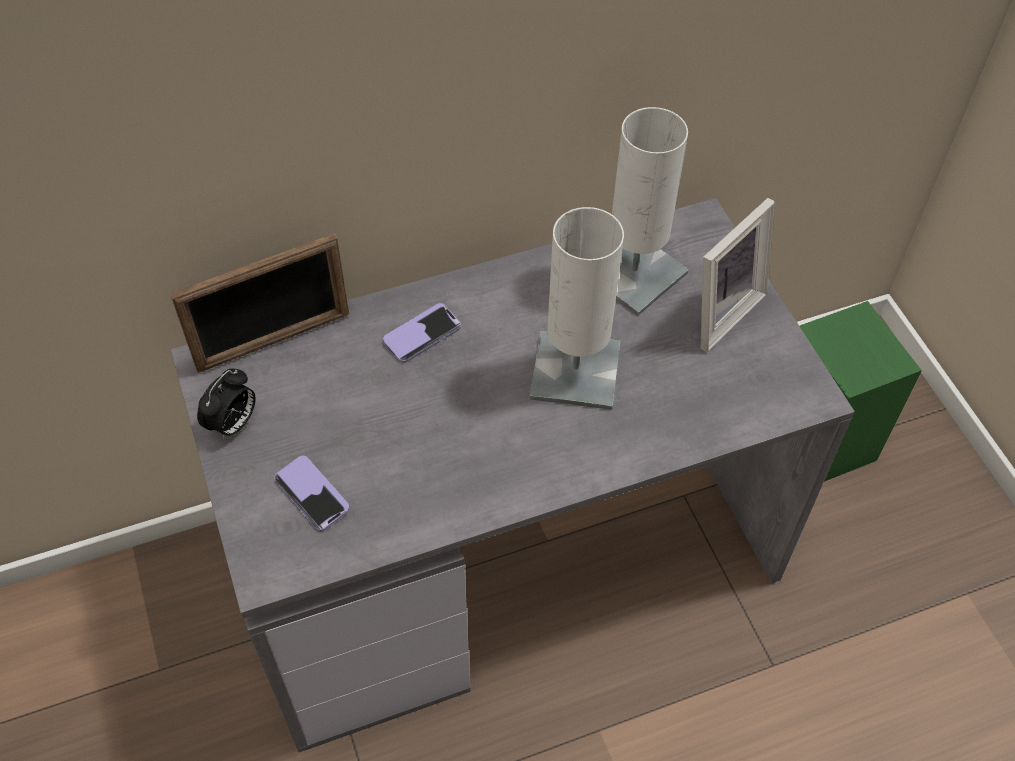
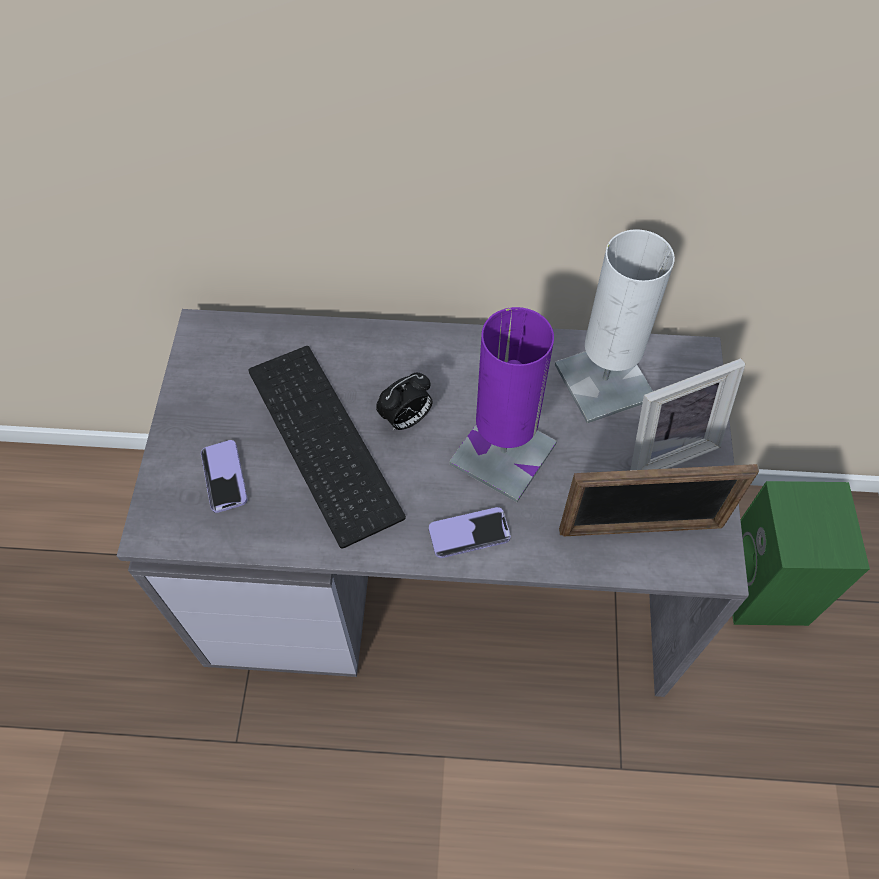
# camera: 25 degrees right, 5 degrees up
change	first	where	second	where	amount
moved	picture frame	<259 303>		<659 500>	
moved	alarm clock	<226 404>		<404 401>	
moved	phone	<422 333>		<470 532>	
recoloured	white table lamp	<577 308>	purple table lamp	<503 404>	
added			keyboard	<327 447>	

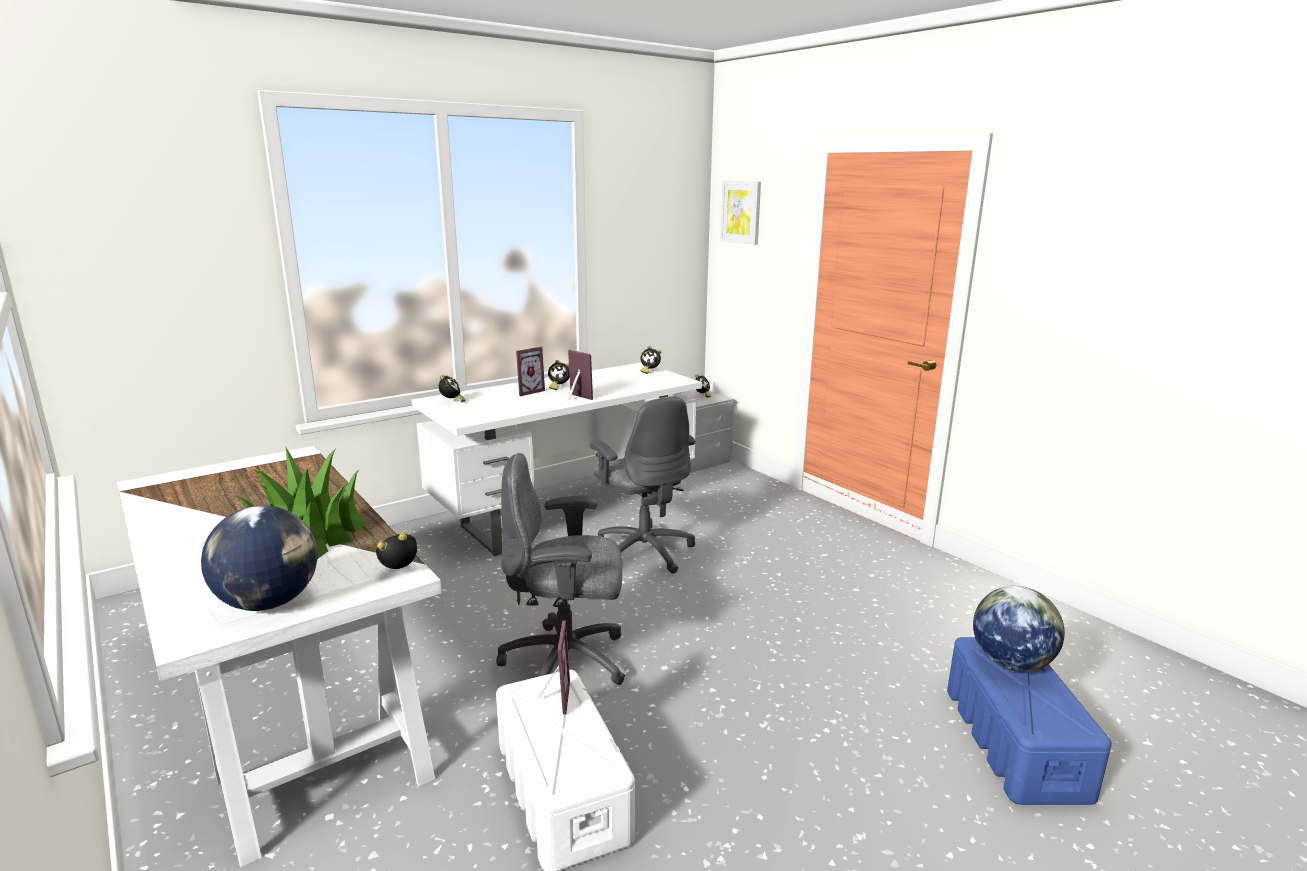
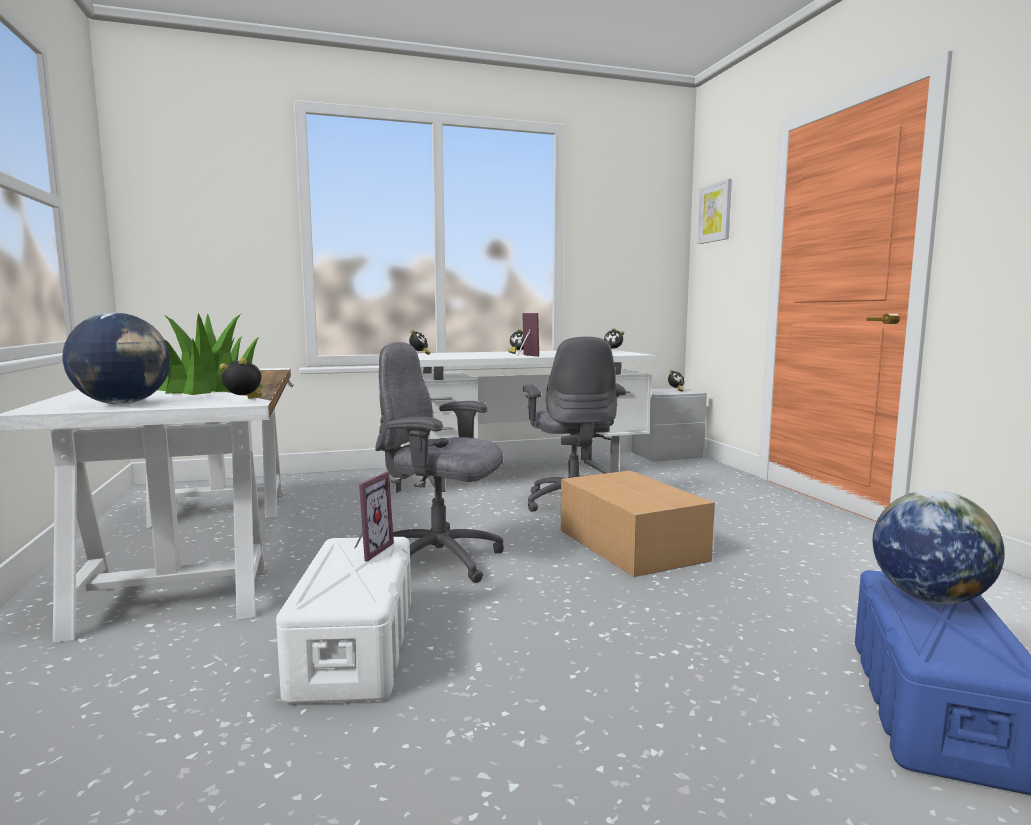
# camera: 20 degrees right, 10 degrees down
change	first	where	second	where	amount
removed	picture frame	<530 371>			
added			cardboard box	<638 523>	

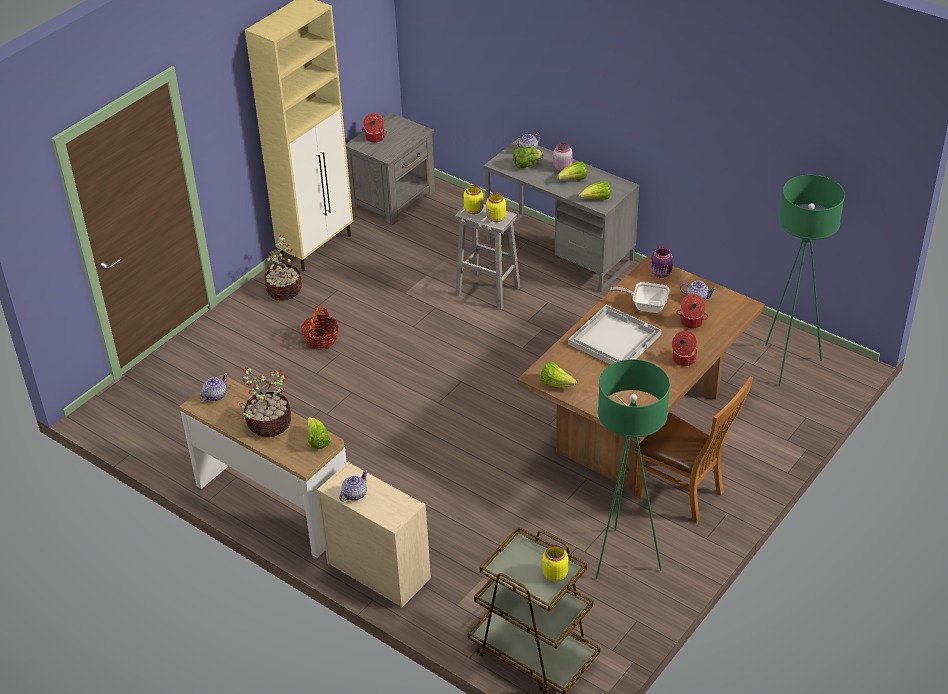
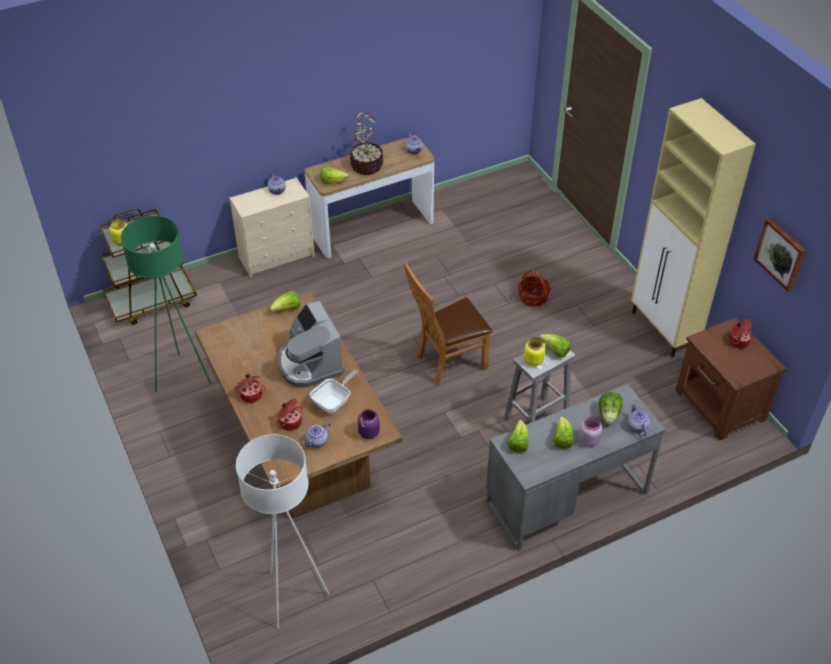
# camera: 115 degrees right, 5 degrees up
change	first	where	second	where	amount
removed	potted plant	<283 268>			
recoloured	grey nightstand	<390 168>	brown nightstand	<730 379>	
replaced	yellow jar	<474 199>	lettuce	<554 346>	
replaced	white tray	<615 335>	coffee machine	<311 344>	
moved	brown chair	<694 450>		<448 323>	
recoloured	green floor lamp	<805 280>	white floor lamp	<282 531>	
added			picture	<780 255>	

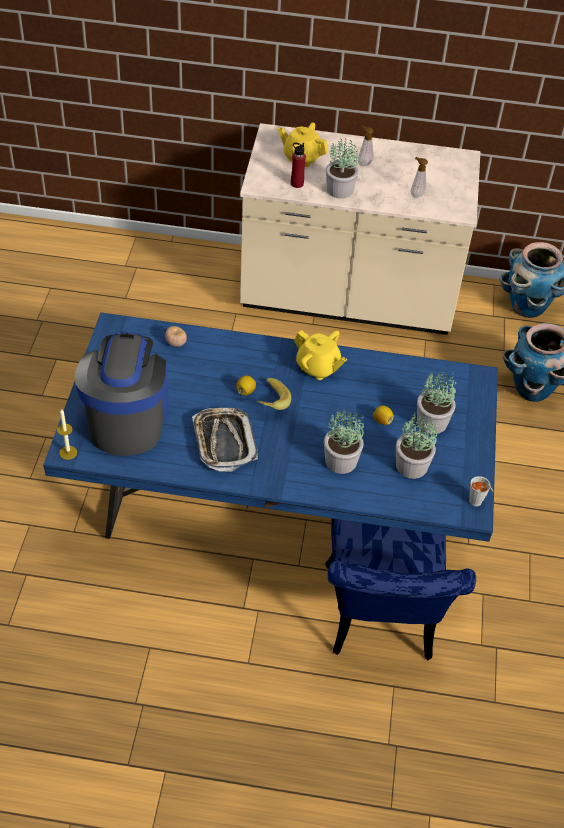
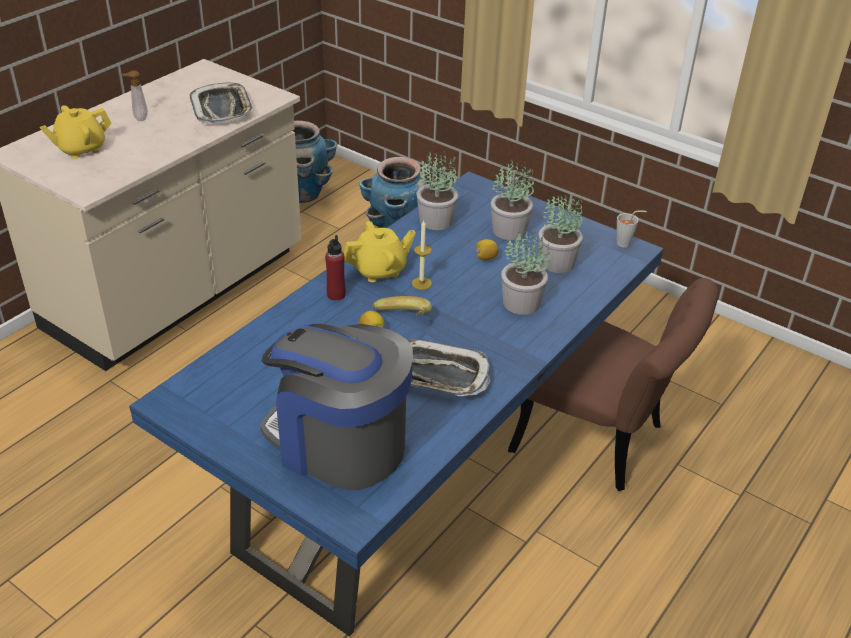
# camera: 60 degrees left, 10 degrees down
change	first	where	second	where	amount
moved	candle	<67 434>		<422 255>	
removed	tomato	<176 336>			
moved	red bottle	<298 165>		<335 268>	
recoloured	blue chair	<400 589>	brown chair	<613 384>	
moved	potted plant	<342 168>		<437 190>	
replaced	soap dispenser	<419 177>	tray	<221 103>	

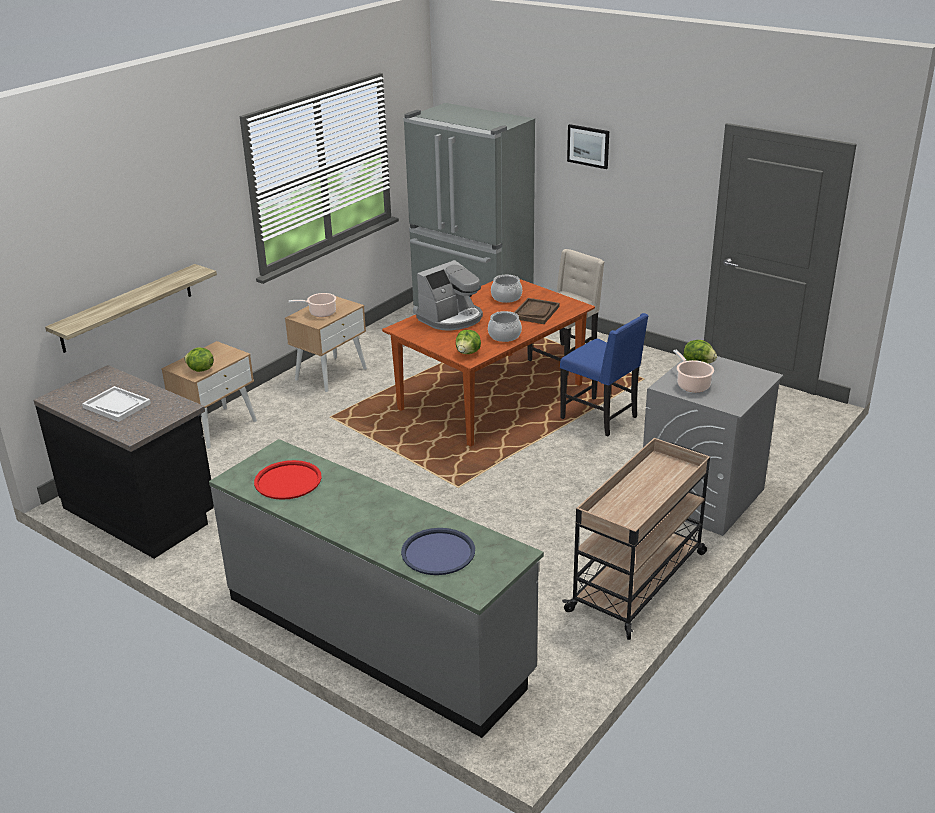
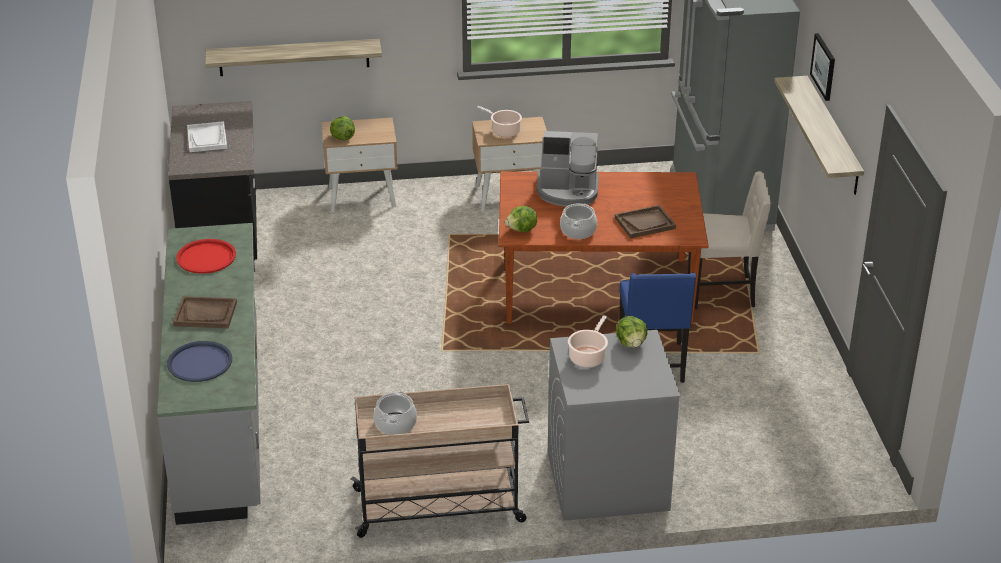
# camera: 45 degrees right, 5 degrees up
change	first	where	second	where	amount
moved	cooking pot	<506 289>		<395 413>	
added			brown tray	<205 312>	
added			shelf	<819 135>	

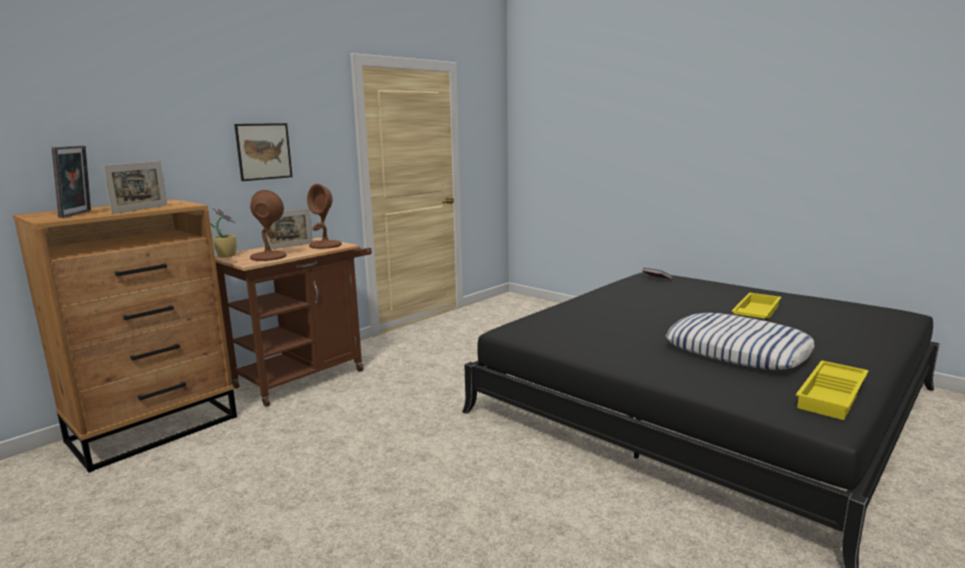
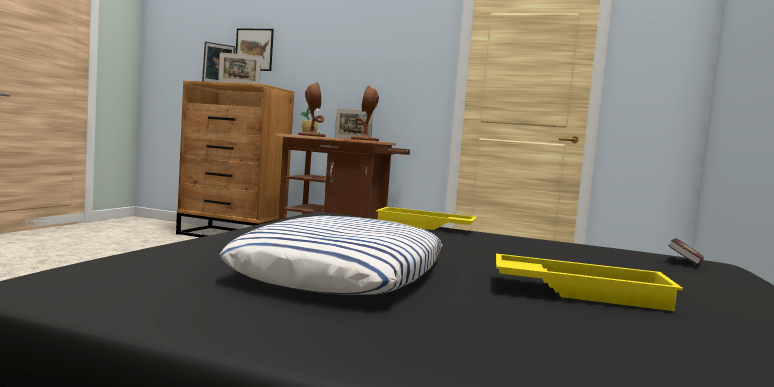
# camera: 65 degrees right, 10 degrees down
change	first	where	second	where	amount
moved	picture	<263 152>		<255 49>	
moved	yellow tray	<832 390>		<426 218>	

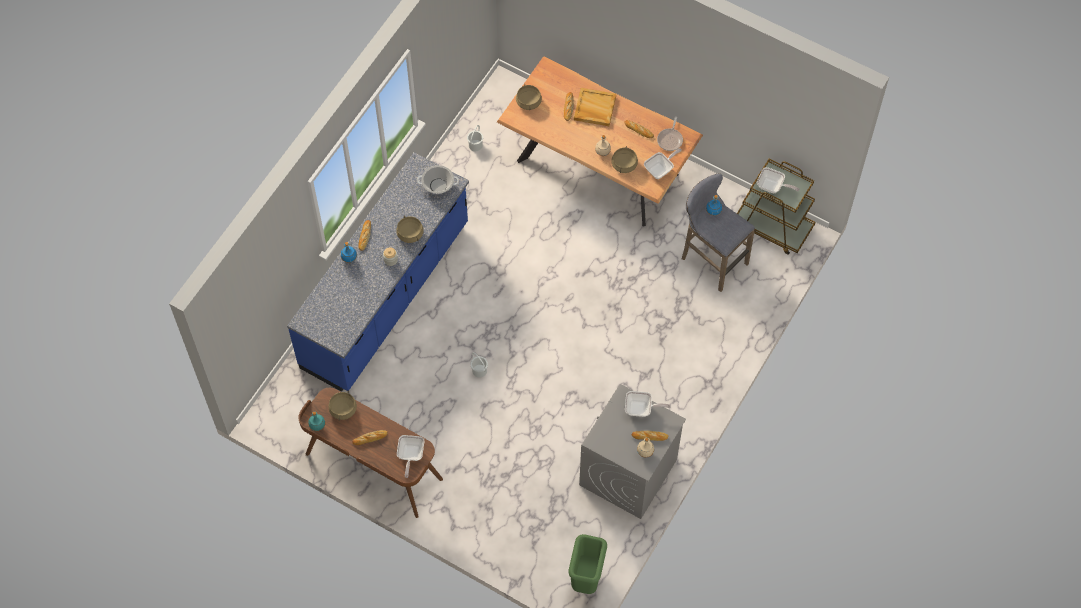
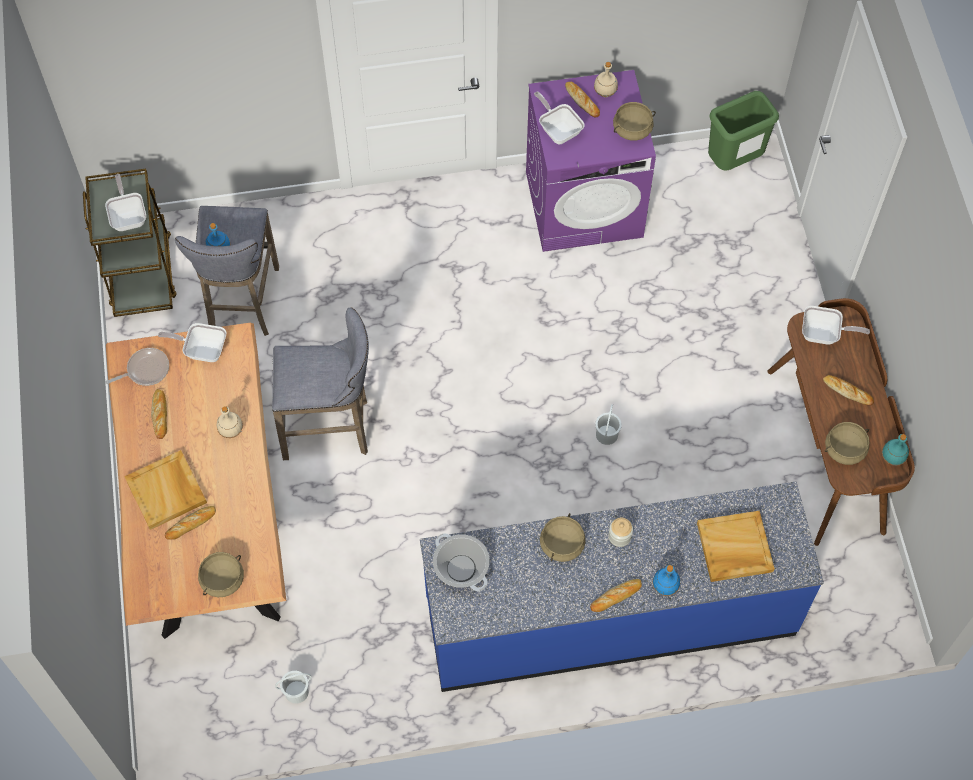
# camera: 130 degrees left, 0 degrees up
change	first	where	second	where	amount
turned	frying pan	<410 456>		<836 325>	45 degrees clockwise
recoloured	grey washing machine	<632 451>	purple washing machine	<591 161>	
moved	beige cooking pot	<624 159>		<634 121>	
added			grey stool	<320 383>	
added			beige tray	<736 546>	

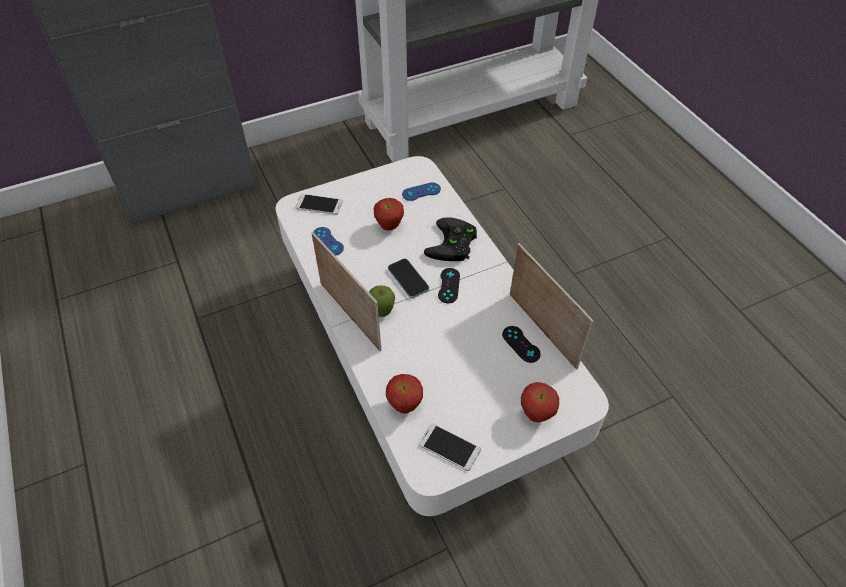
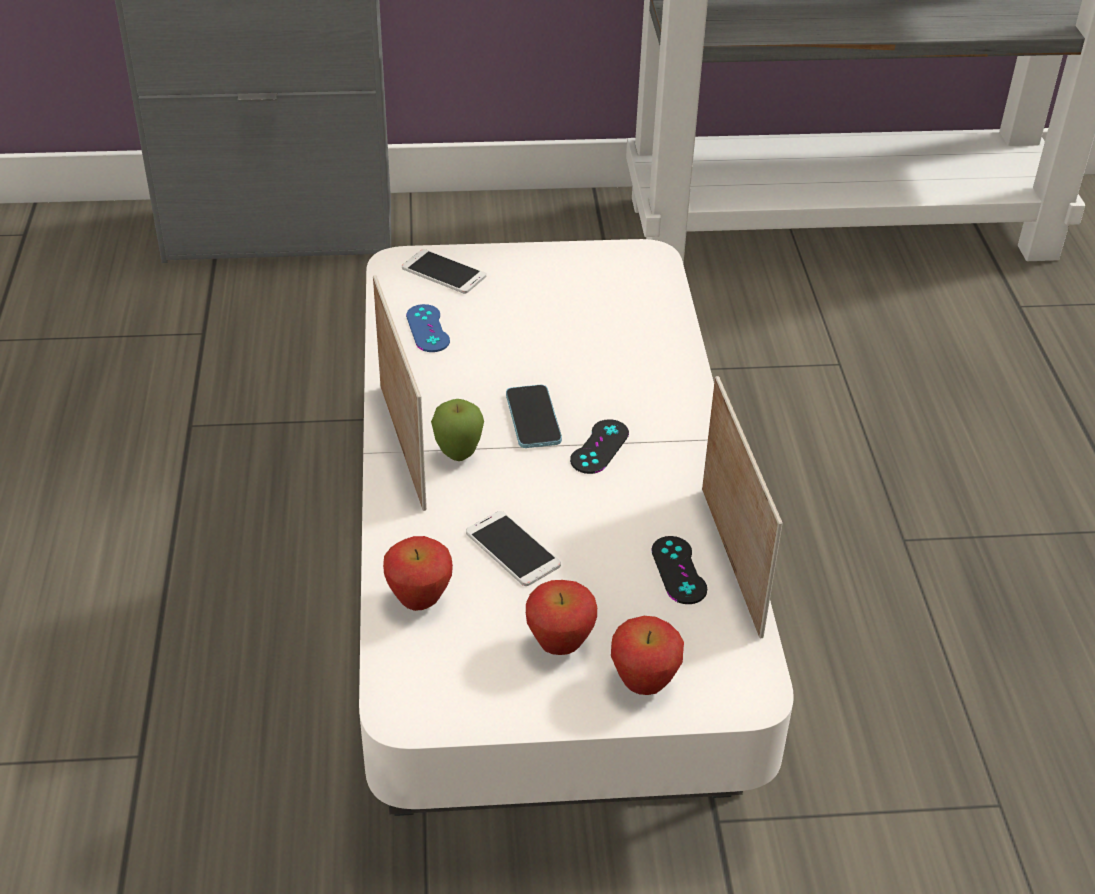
# camera: 20 degrees right, 10 degrees down
change	first	where	second	where	amount
moved	apple	<389 214>		<561 617>	
removed	blue game controller	<421 192>			
moved	phone	<450 447>		<513 548>	
removed	black game controller	<450 239>			

